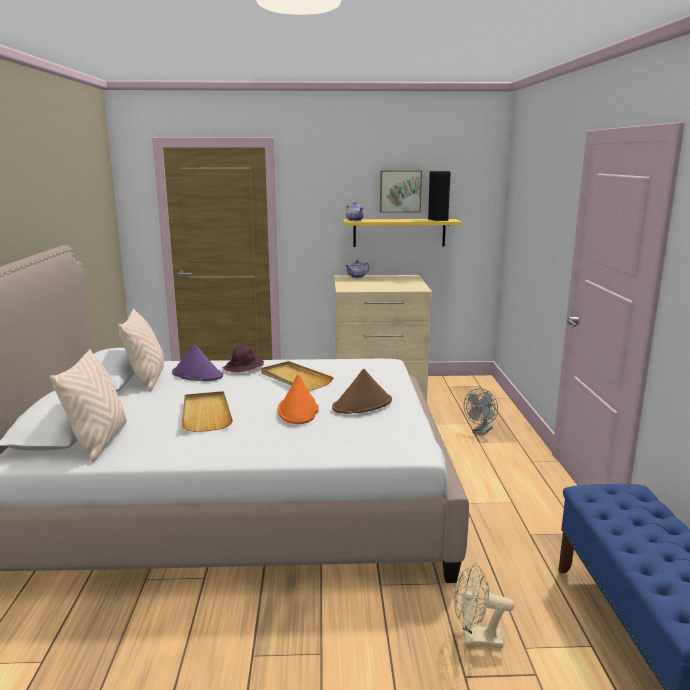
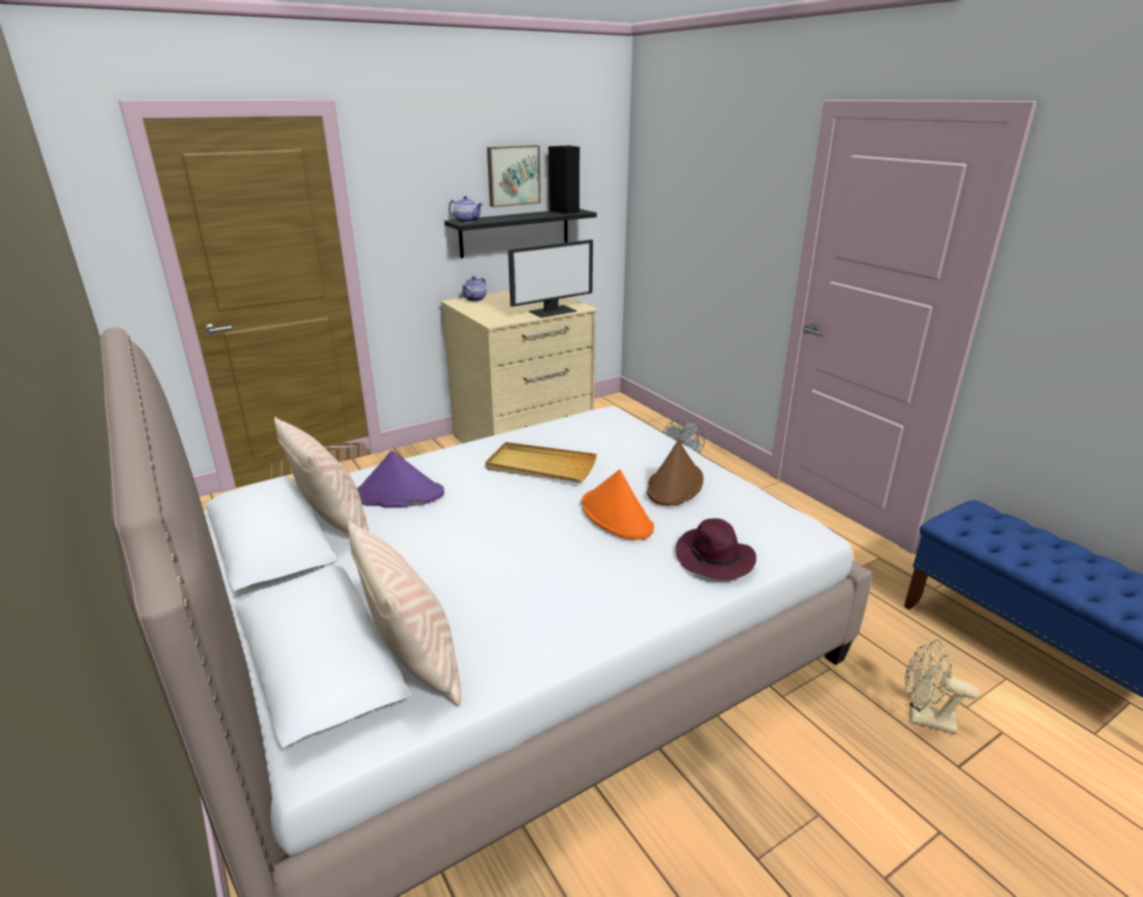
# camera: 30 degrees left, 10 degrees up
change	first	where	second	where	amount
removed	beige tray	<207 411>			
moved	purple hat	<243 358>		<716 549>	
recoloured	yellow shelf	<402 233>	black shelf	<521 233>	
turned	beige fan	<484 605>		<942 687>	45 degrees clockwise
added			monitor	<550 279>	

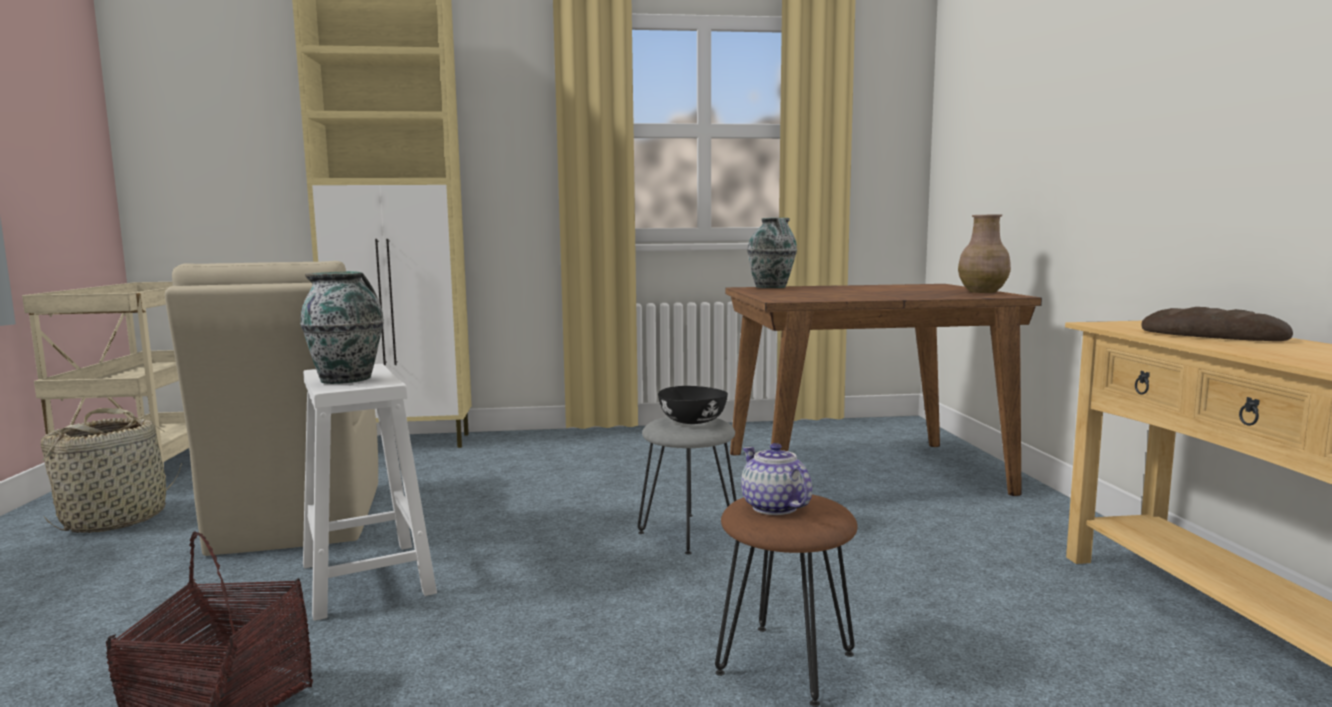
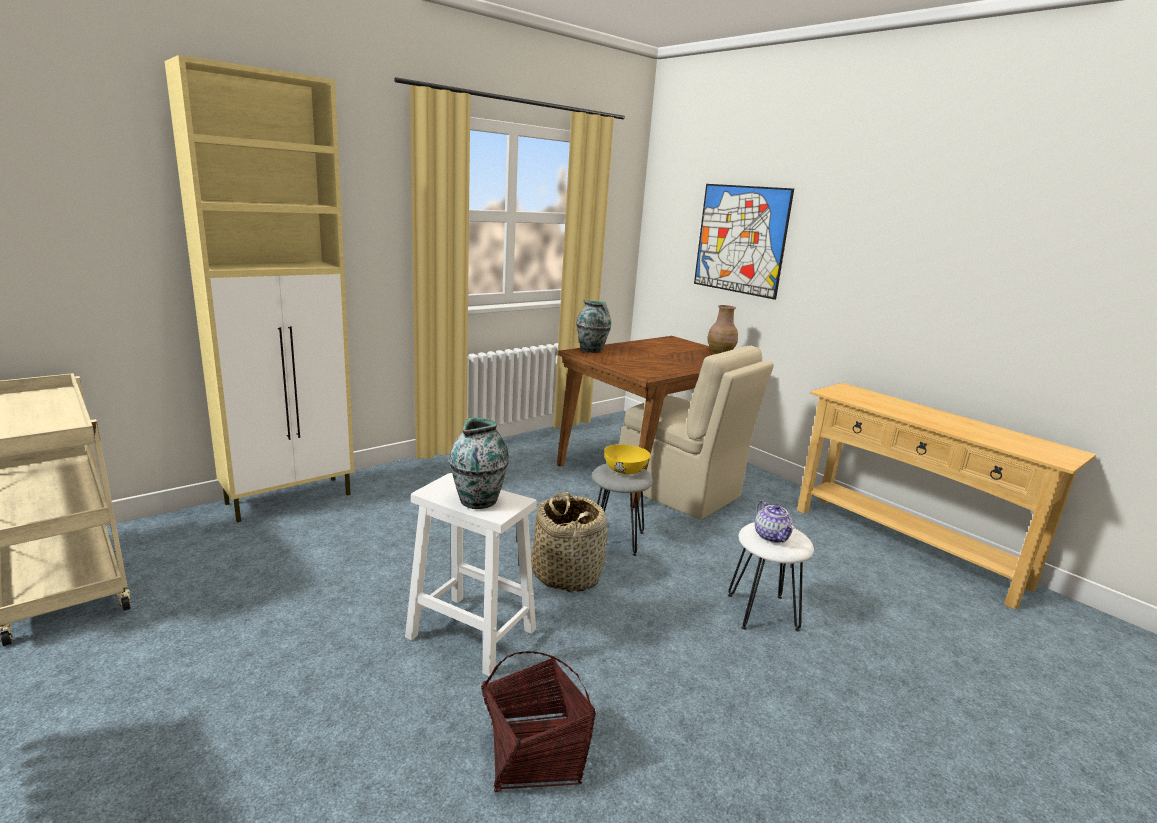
# camera: 35 degrees left, 10 degrees up
change	first	where	second	where	amount
moved	basket	<111 470>		<569 542>	
moved	beige chair	<271 408>		<696 433>	
recoloured	black bowl	<693 405>	yellow bowl	<627 459>	
recoloured	brown stool	<786 600>	white stool	<771 577>	
turned	teapot	<776 479>		<775 521>	135 degrees counterclockwise
removed	bread	<1217 324>			
added			picture	<744 242>	

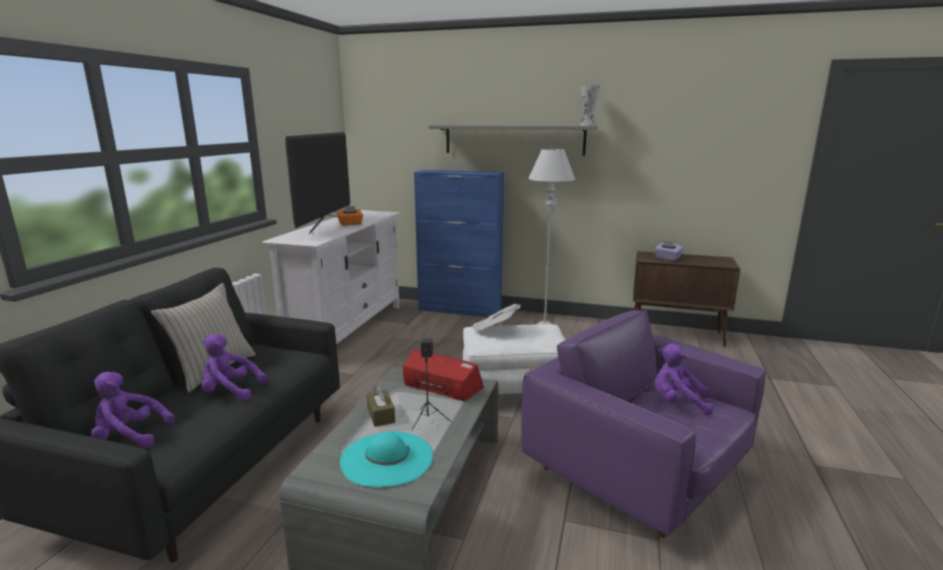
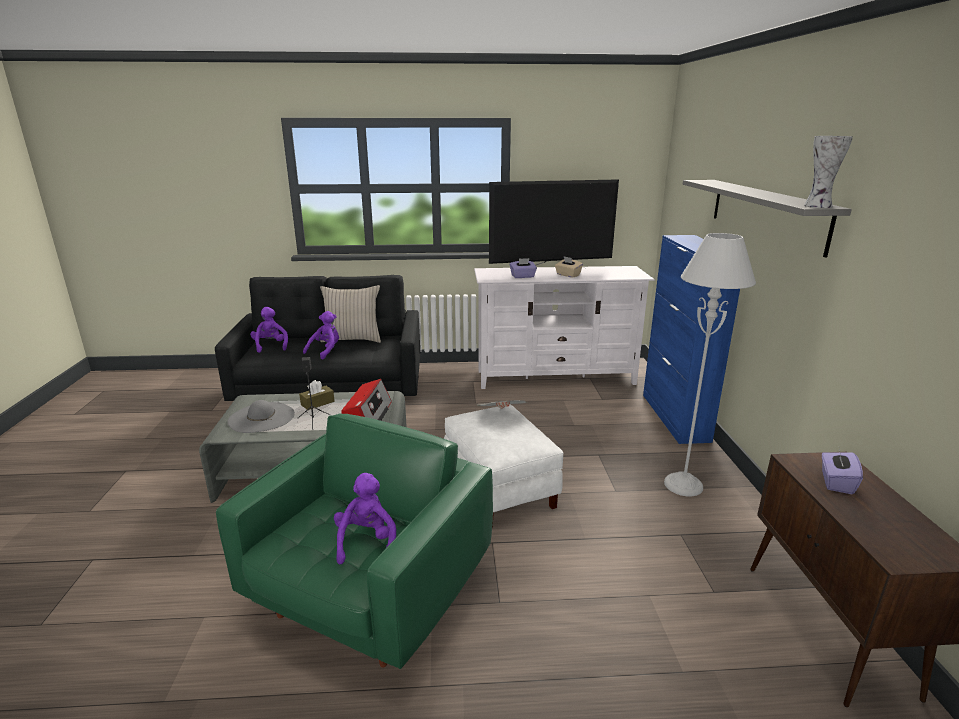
# camera: 70 degrees right, 5 degrees up
change	first	where	second	where	amount
turned	purple plush toy	<234 367>		<321 335>	45 degrees clockwise
recoloured	orange tissue box	<349 216>	beige tissue box	<569 267>	
recoloured	turquoise hat	<386 459>	grey hat	<261 416>	
recoloured	purple armchair	<643 424>	green armchair	<354 541>	
added			purple tissue box	<523 268>	

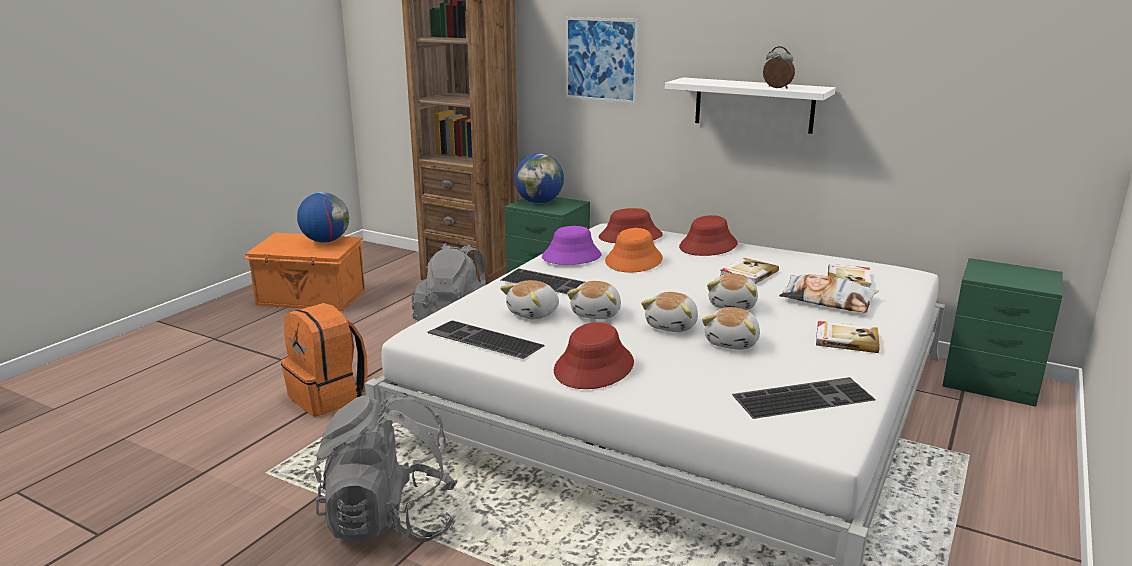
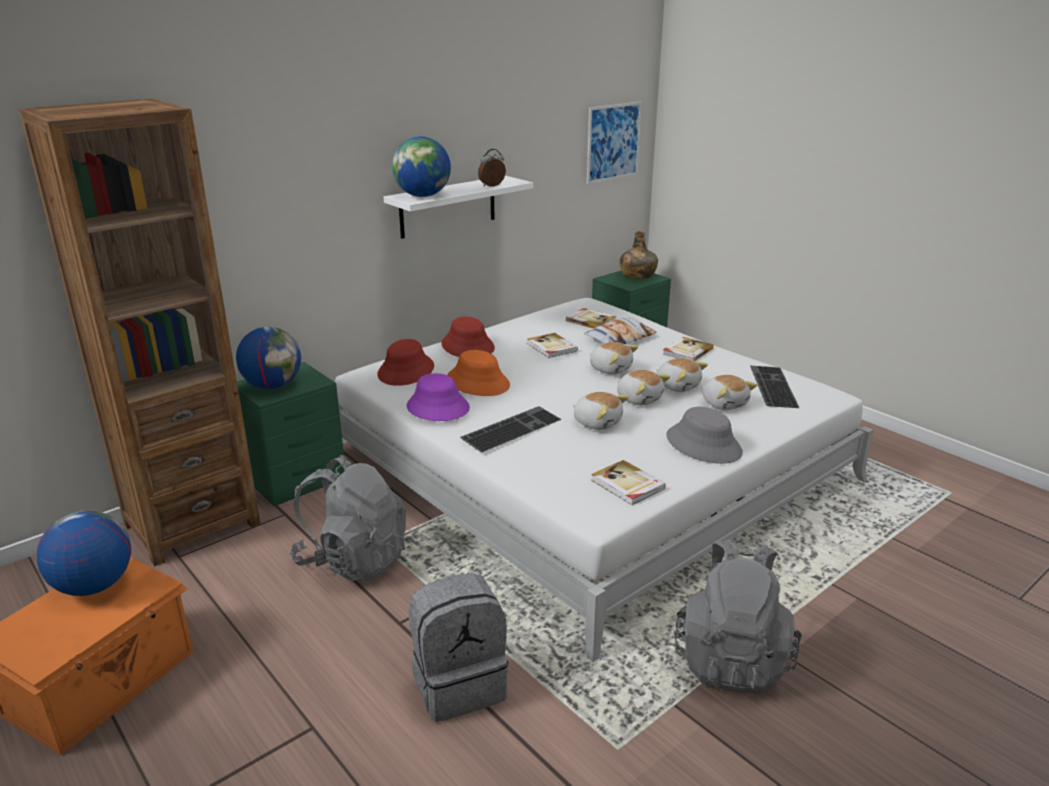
# camera: 70 degrees left, 5 degrees up
change	first	where	second	where	amount
recoloured	orange backpack	<324 359>	grey backpack	<458 647>	
replaced	keyboard	<486 339>	book	<628 482>	
moved	plush toy	<529 299>		<729 392>	
recoloured	red hat	<594 355>	grey hat	<704 435>	
moved	picture	<602 60>		<614 143>	
added			globe	<421 166>	
added			green bottle	<639 255>	

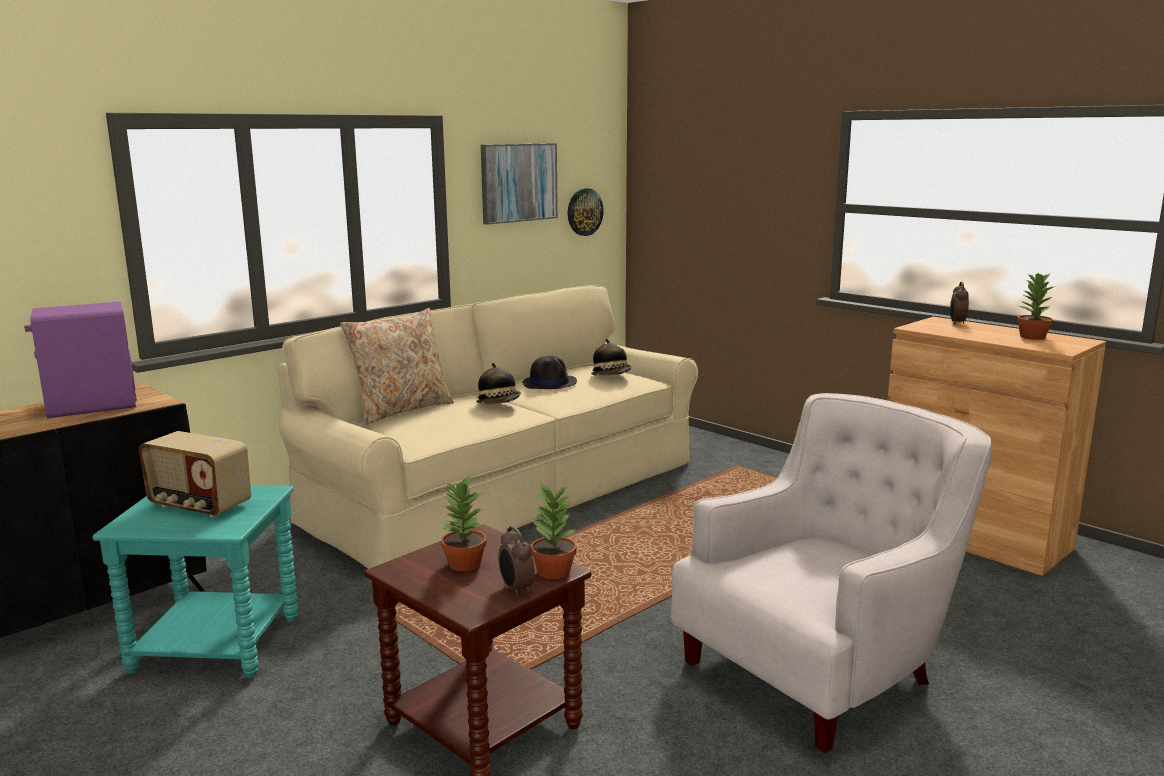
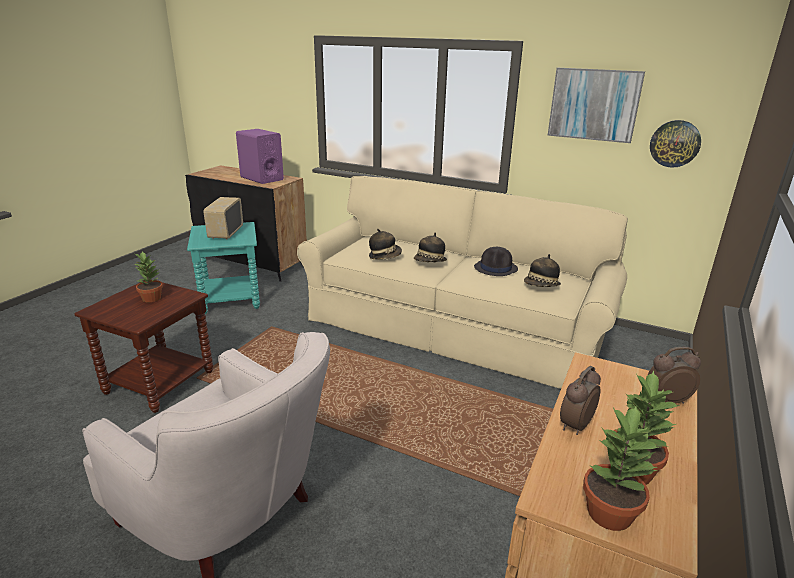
# camera: 70 degrees right, 10 degrees up
change	first	where	second	where	amount
removed	beige pillow	<397 366>			
moved	alarm clock	<516 561>		<580 400>	
moved	potted plant	<554 531>		<621 468>	
added			hat	<385 244>	

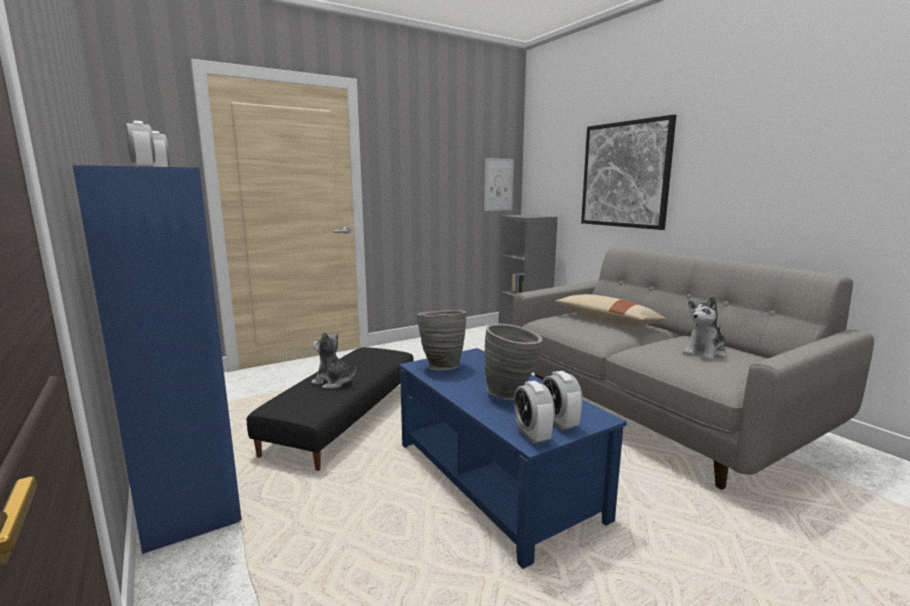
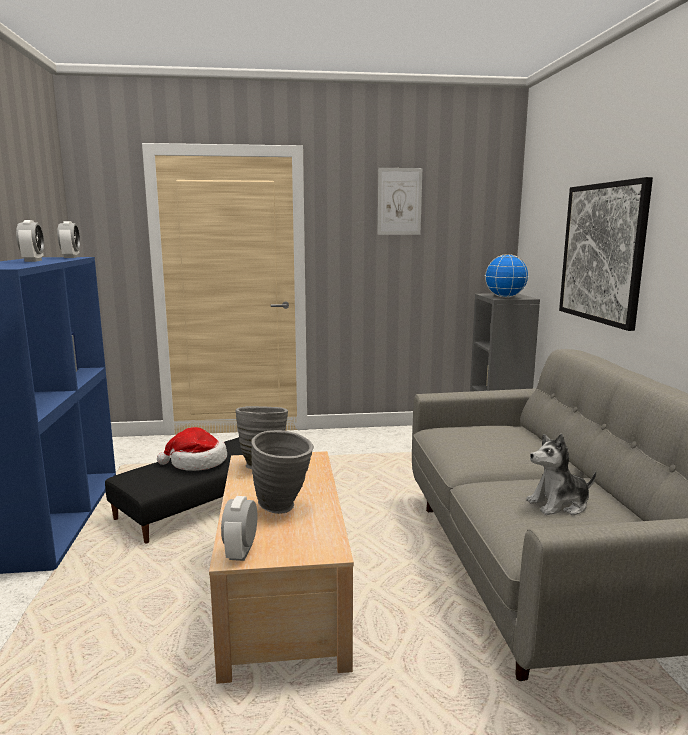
# camera: 25 degrees right, 0 degrees up
change	first	where	second	where	amount
replaced	plush toy	<333 360>	hat	<192 449>	
recoloured	blue coffee table	<513 458>	beige coffee table	<281 567>	
moved	picture	<499 184>		<400 201>	
removed	alarm clock	<562 400>			
removed	beige pillow	<611 310>			
added			globe	<507 276>	

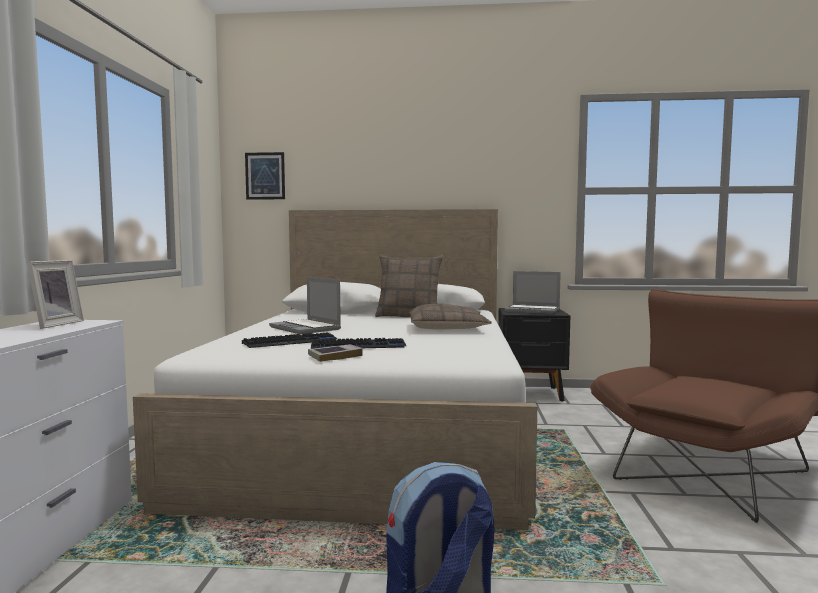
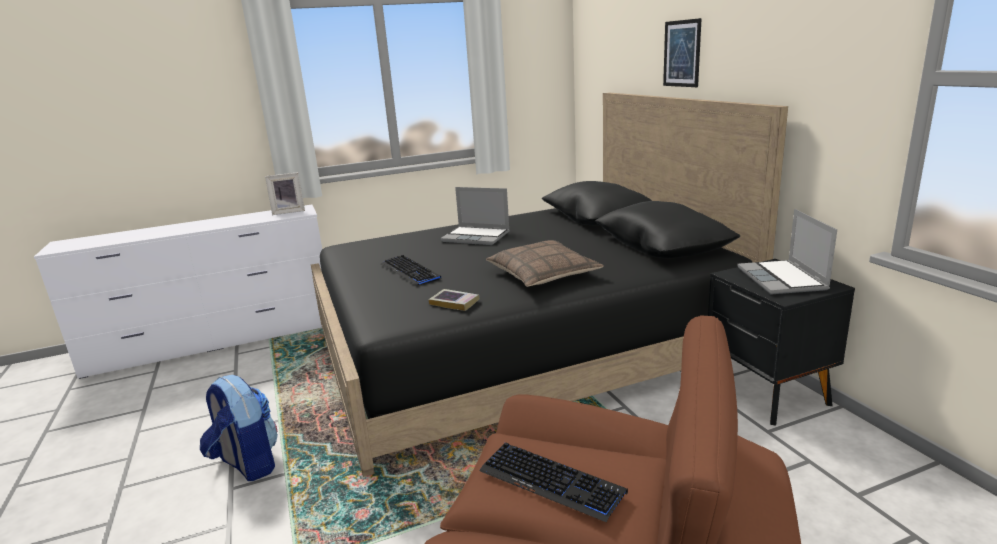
# camera: 65 degrees right, 15 degrees up
change	first	where	second	where	amount
recoloured	white bed	<335 369>	black bed	<549 284>	
moved	keyboard	<289 340>		<553 482>	
moved	picture	<265 176>		<682 52>	
turned	laptop	<305 305>		<475 216>	90 degrees counterclockwise
moved	book	<335 353>		<454 300>	
removed	pillow	<409 286>			

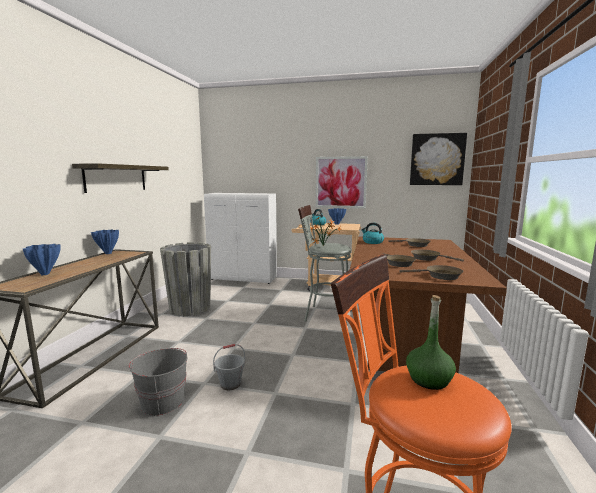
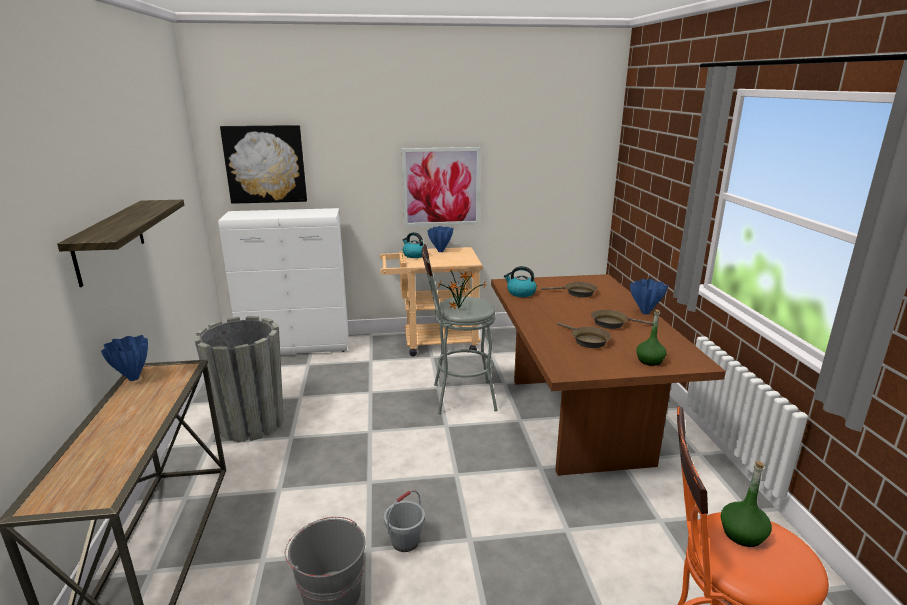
# camera: 20 degrees left, 10 degrees up
change	first	where	second	where	amount
moved	blue vase	<42 259>		<649 296>	
replaced	brown frying pan	<432 272>	green bottle	<651 337>	
moved	picture	<438 159>		<263 164>	

